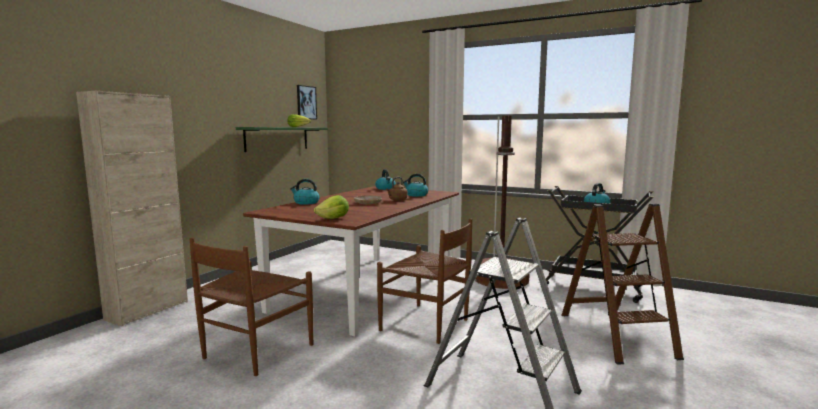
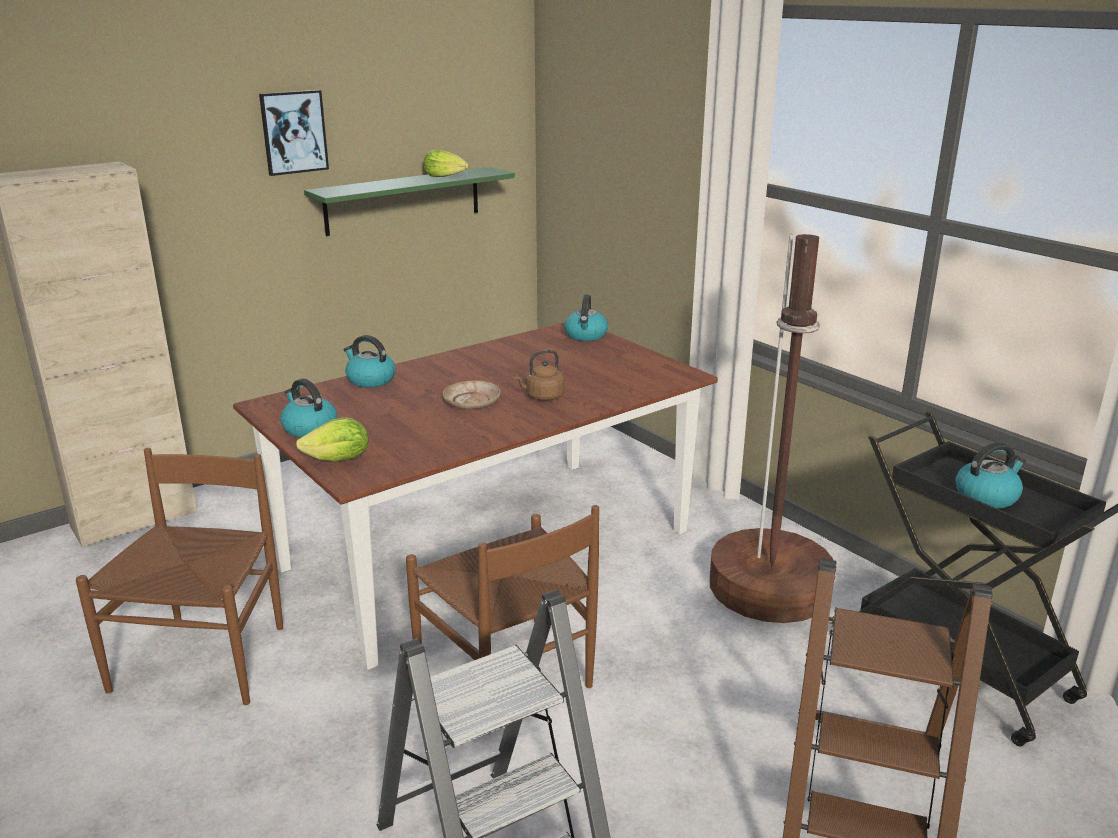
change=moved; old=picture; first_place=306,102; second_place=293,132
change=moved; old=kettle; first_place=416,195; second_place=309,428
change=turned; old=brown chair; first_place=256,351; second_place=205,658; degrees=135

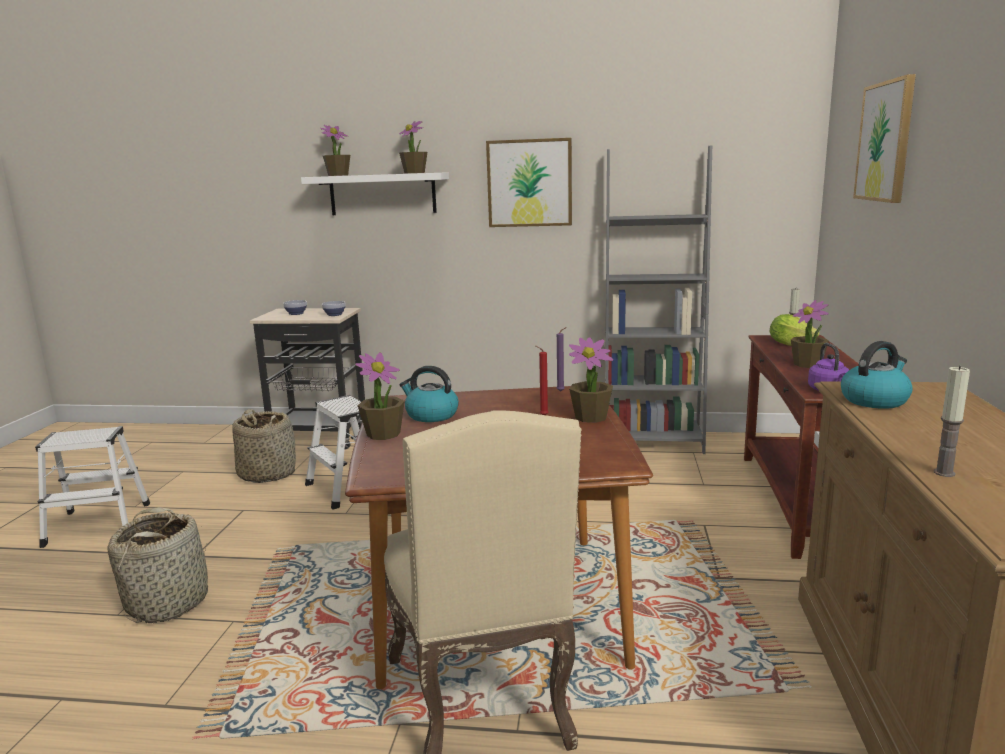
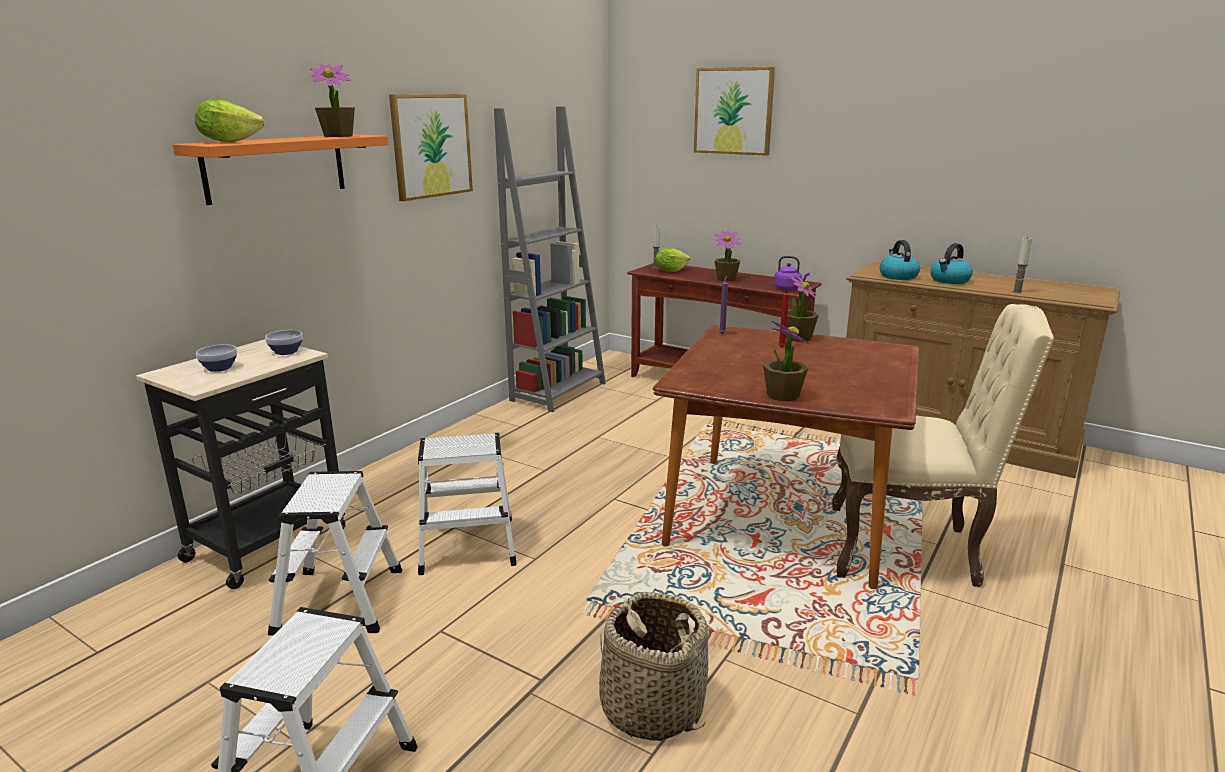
change=moved; old=kettle; first_place=431,415; second_place=949,280
change=replaced; old=basket; new=white step ladder; first_place=267,474; second_place=339,600
change=replaced; old=potted plant; new=lettuce; first_place=338,175; second_place=229,141
change=recoloured; old=white shelf; new=orange shelf; first_place=382,194; second_place=276,167

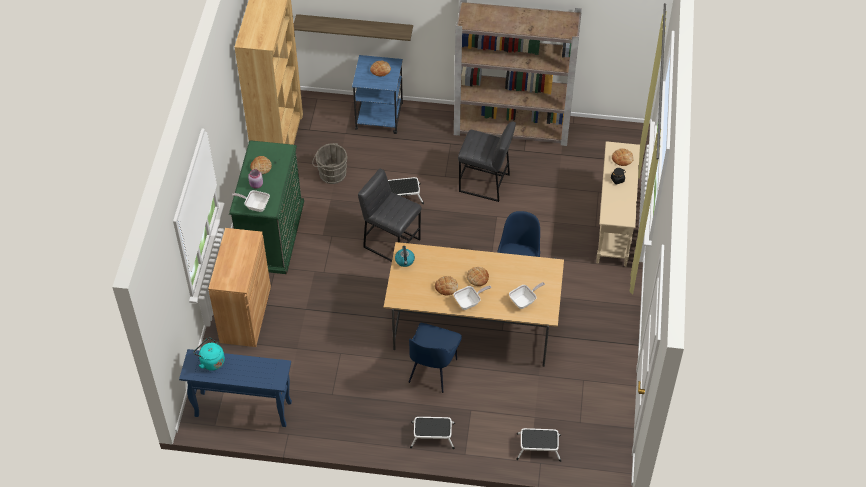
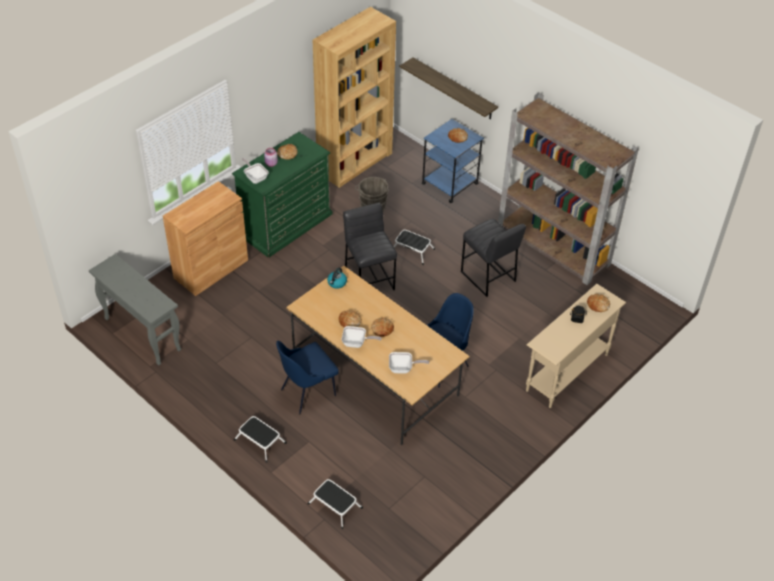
change=removed; old=turquoise kettle; first_place=211,361
change=recoloured; old=blue console table; new=grey console table; first_place=242,409; second_place=142,334

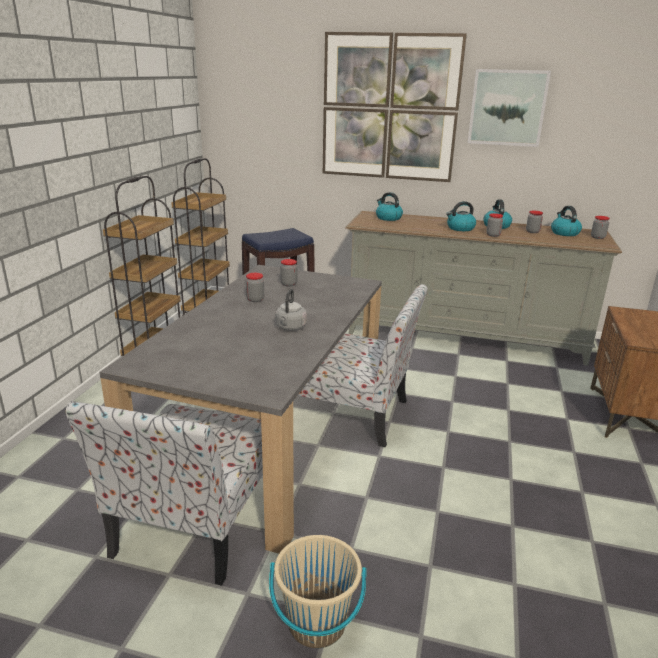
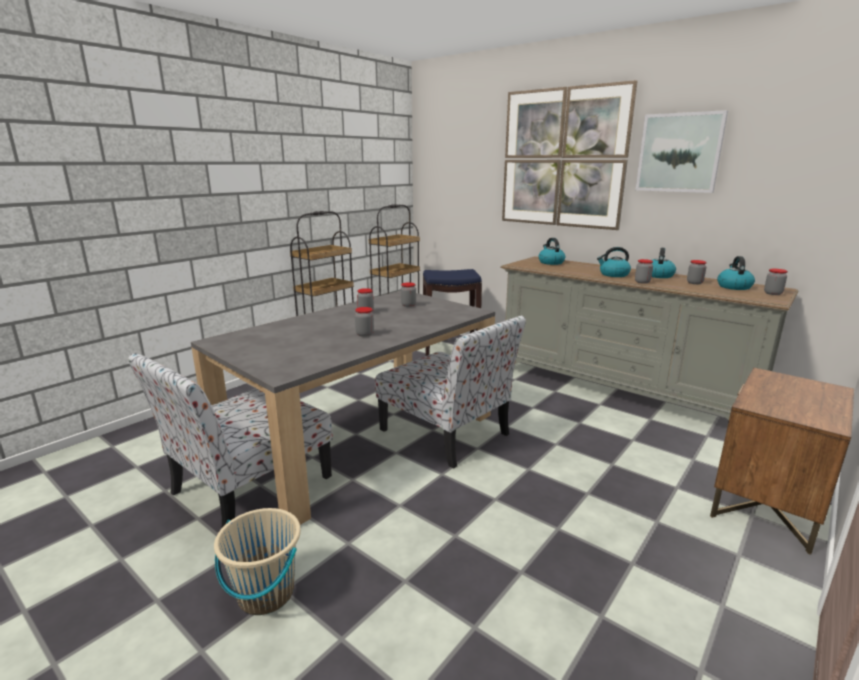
change=replaced; old=grey kettle; new=jar; first_place=290,328; second_place=365,334

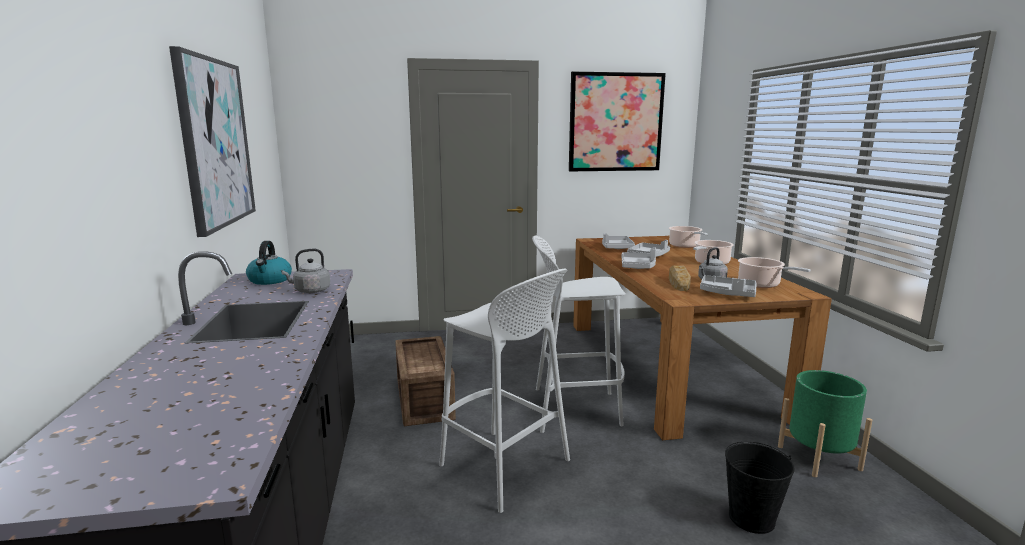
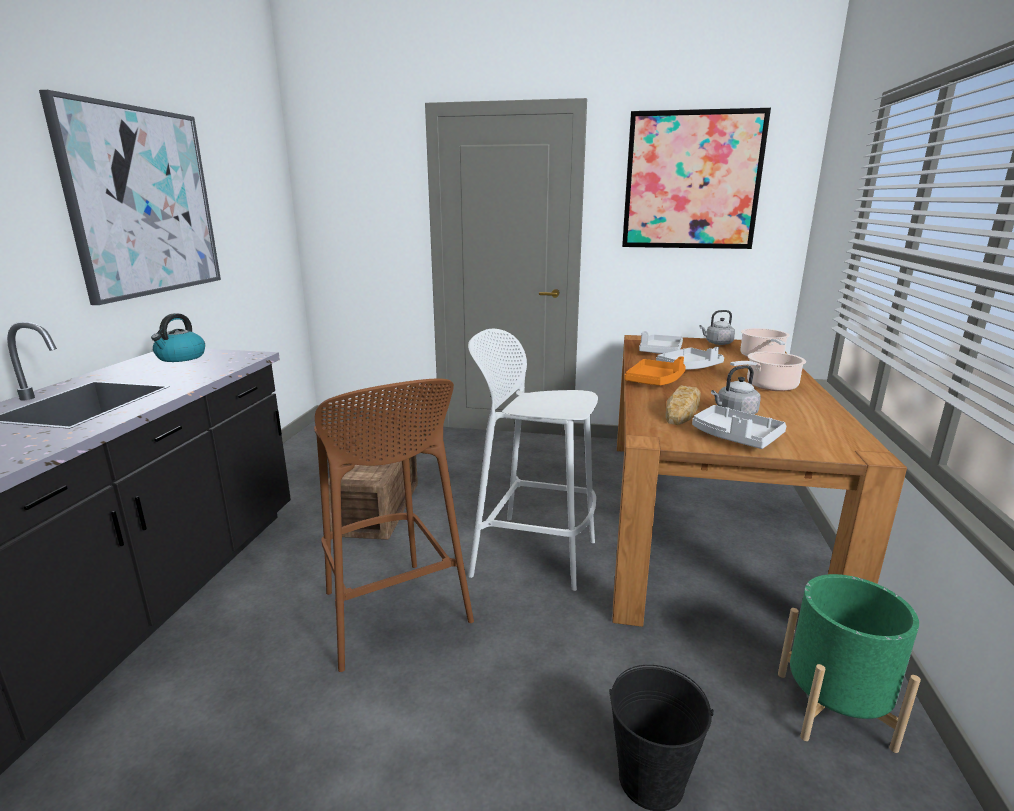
change=removed; old=cooking pot; first_place=761,285
change=moved; old=grey kettle; first_place=310,291; second_place=717,343
change=recoloured; old=white stool; new=brown stool; first_place=503,467; second_place=391,612
change=recoloured; old=grey tray; new=orange tray; first_place=638,267; second_place=655,381

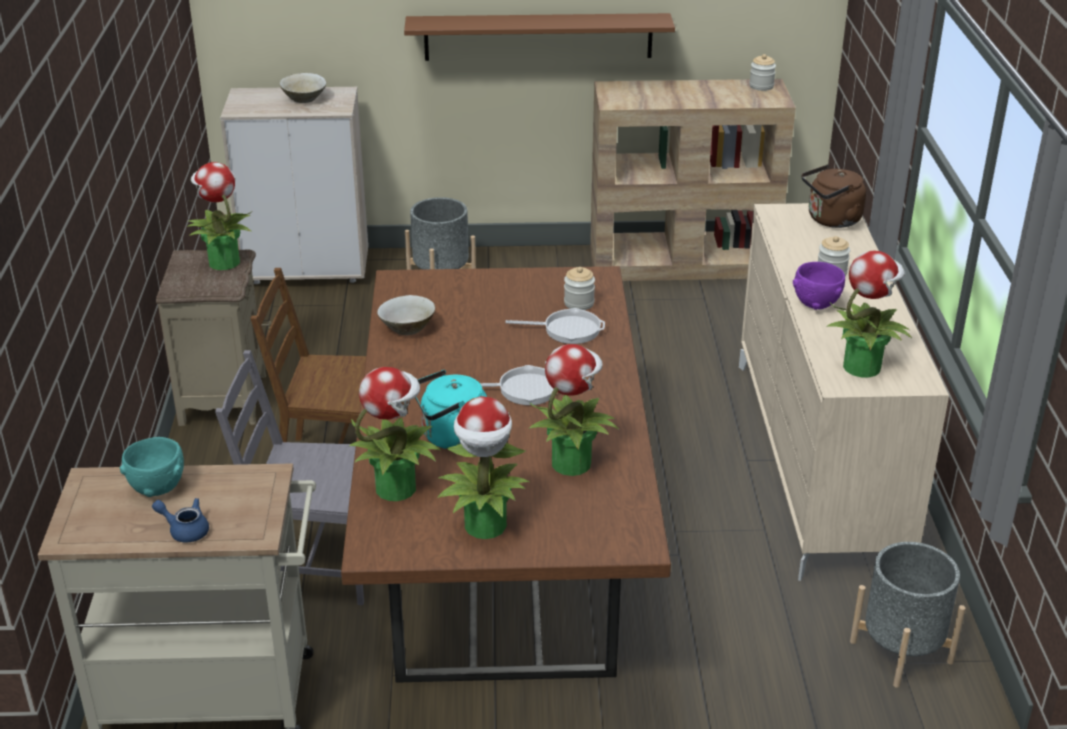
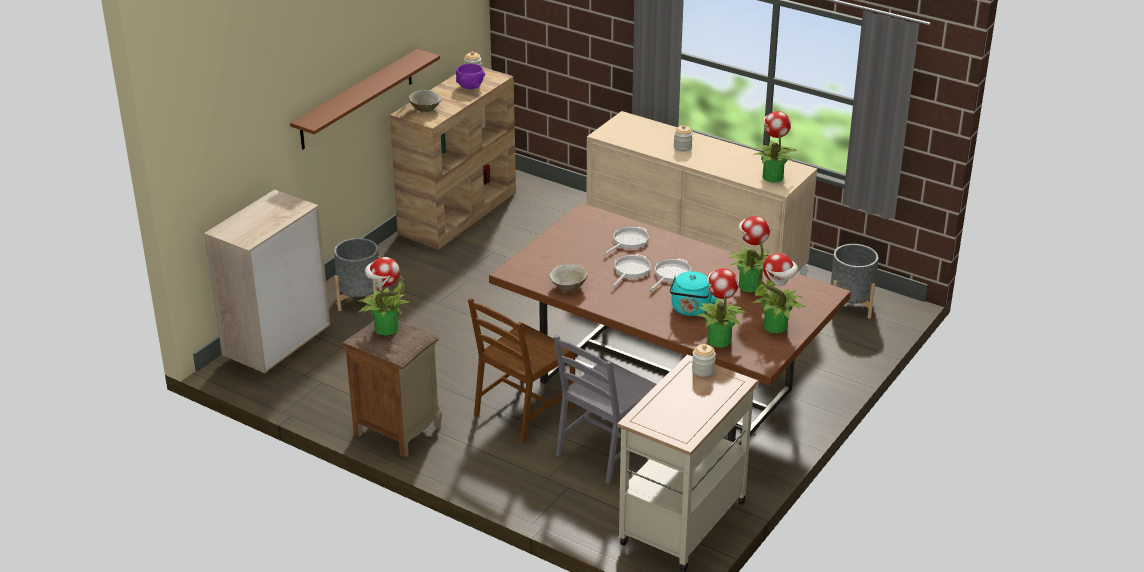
change=removed; old=turquoise bowl; first_place=158,487
change=removed; old=blue teapot; first_place=185,530
change=removed; old=brown kettle; first_place=831,220
change=added; new=frying pan; second_place=630,270
change=moved; old=beige bowl; first_place=304,99; second_place=425,109
change=moved; old=jar; first_place=579,303; second_place=703,370
change=moved; old=purple bowl; first_place=816,304; second_place=470,87

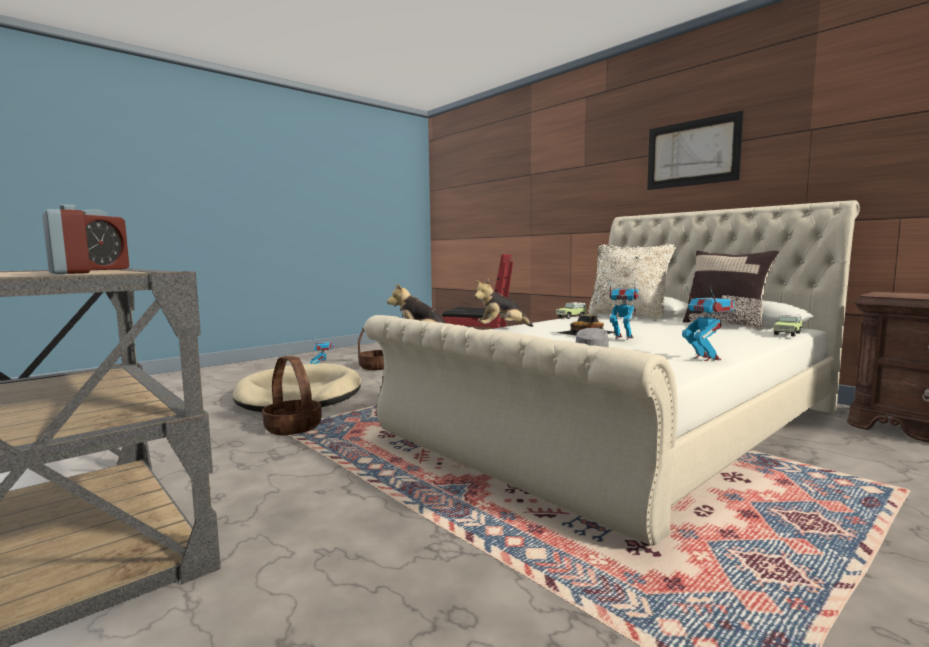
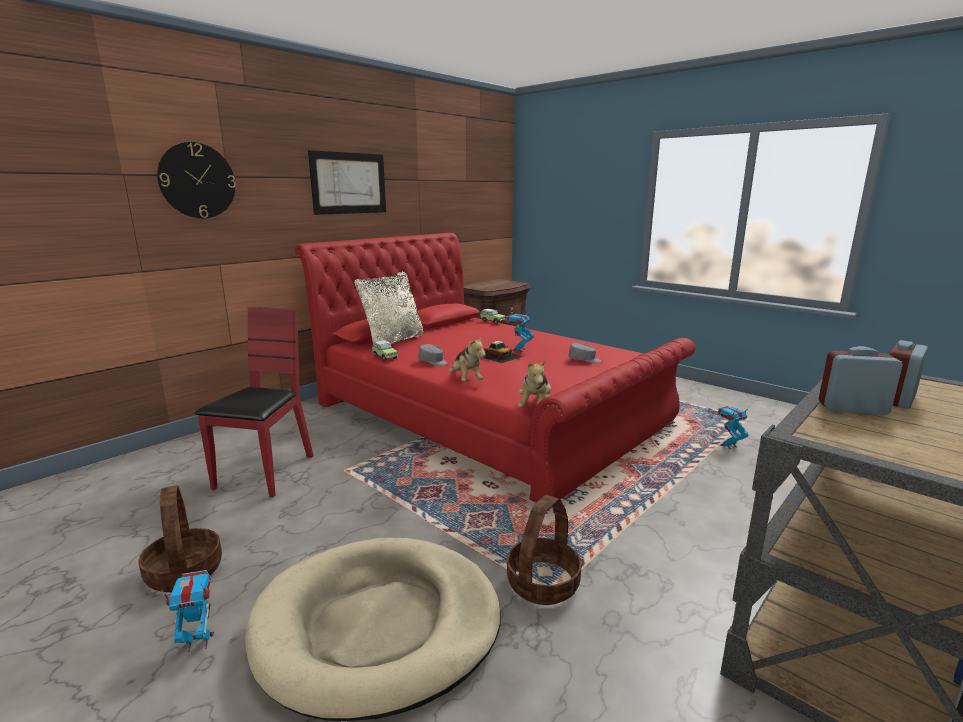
change=removed; old=pillow; first_place=725,325
change=added; new=wall clock; second_place=197,181
change=added; new=grey cap; second_place=433,362
change=moved; old=toy robot; first_place=706,358; second_place=728,445
change=recoloured; old=beige bed; new=red bed; first_place=622,420; second_place=486,412

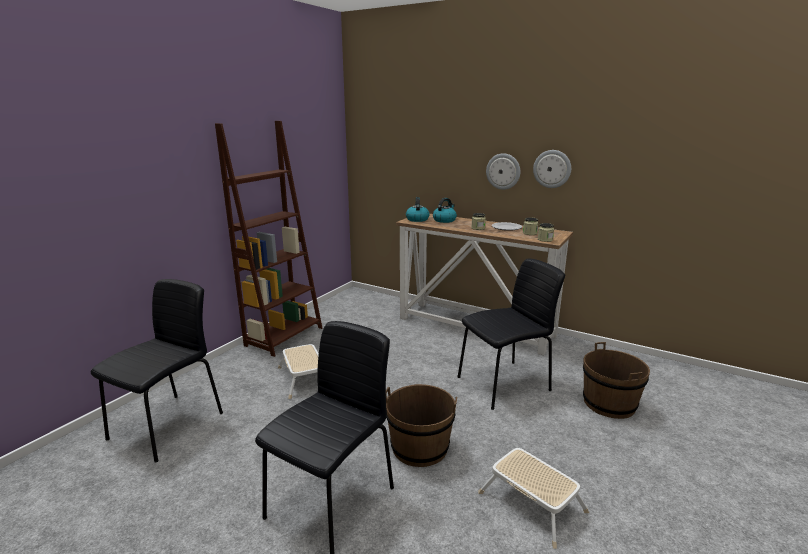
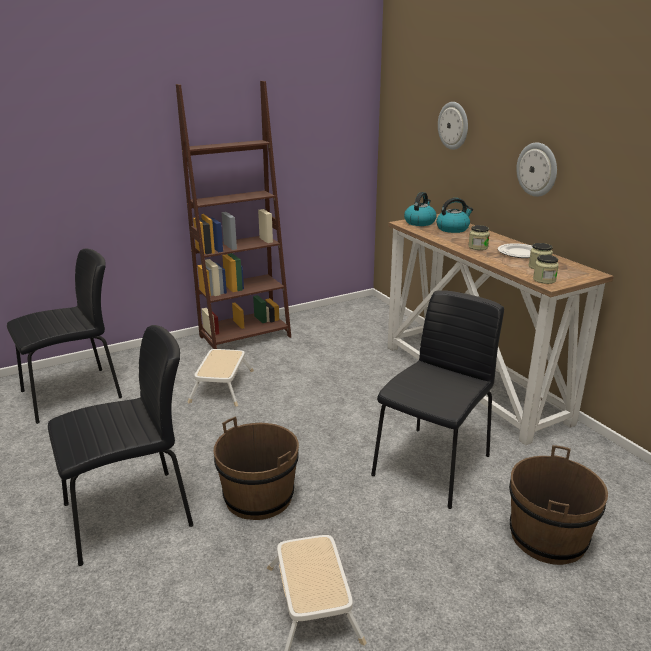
change=moved; old=wall clock; first_place=552,169; second_place=453,125
change=turned; old=black chair; first_place=506,383; second_place=434,463; degrees=-60

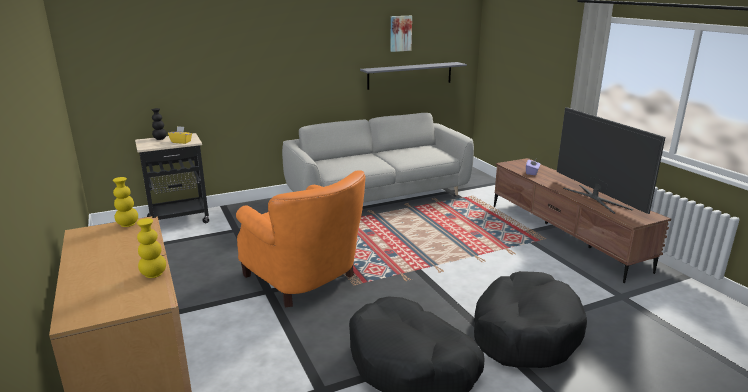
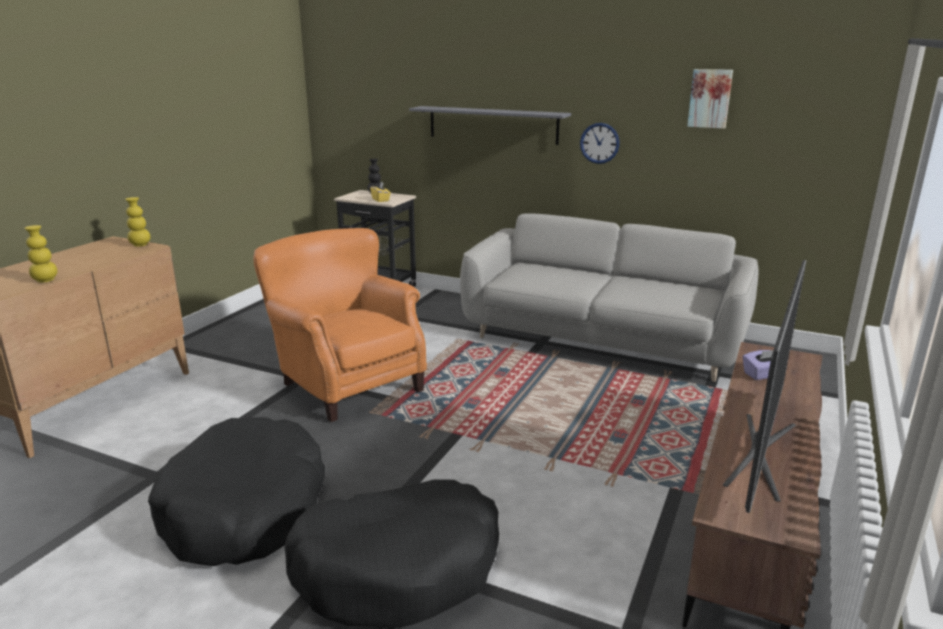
change=added; new=wall clock; second_place=599,143
change=moved; old=grey shelf; first_place=410,75; second_place=492,125
change=turned; old=orange armchair; first_place=303,279; second_place=348,383; degrees=135

